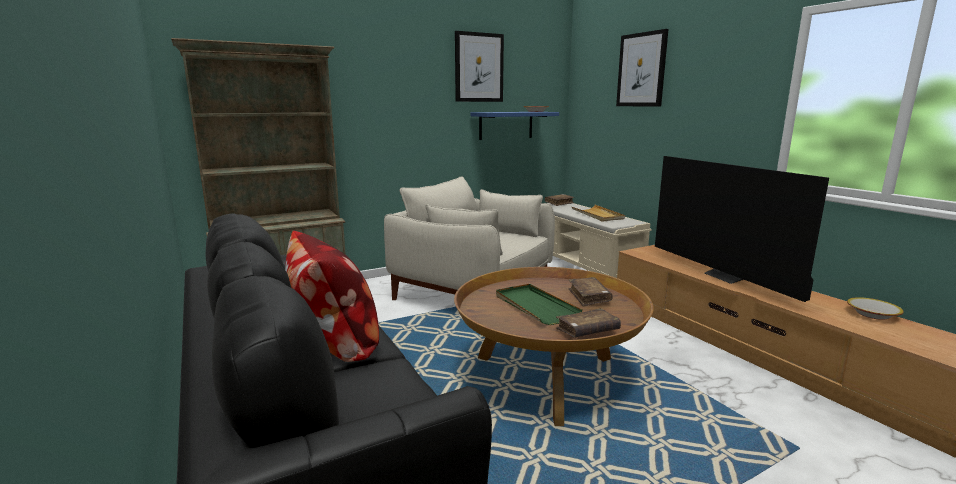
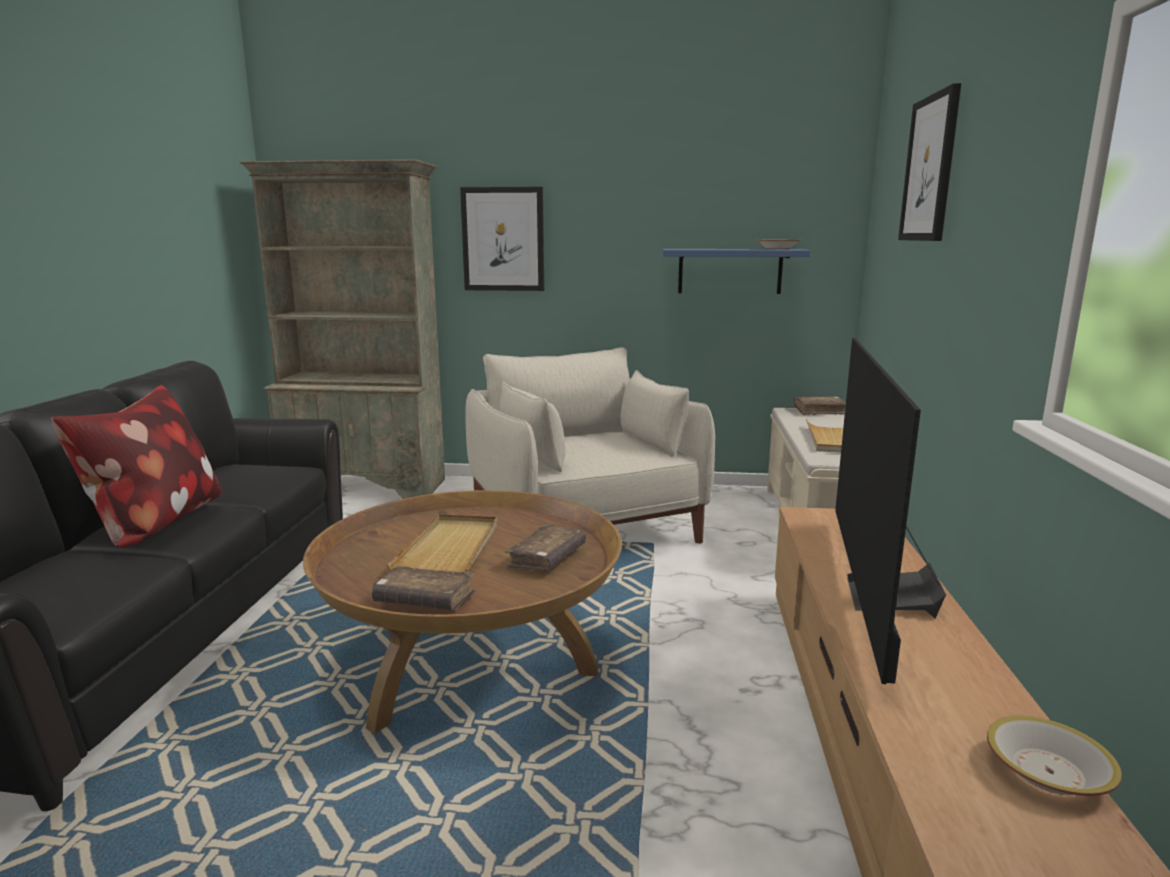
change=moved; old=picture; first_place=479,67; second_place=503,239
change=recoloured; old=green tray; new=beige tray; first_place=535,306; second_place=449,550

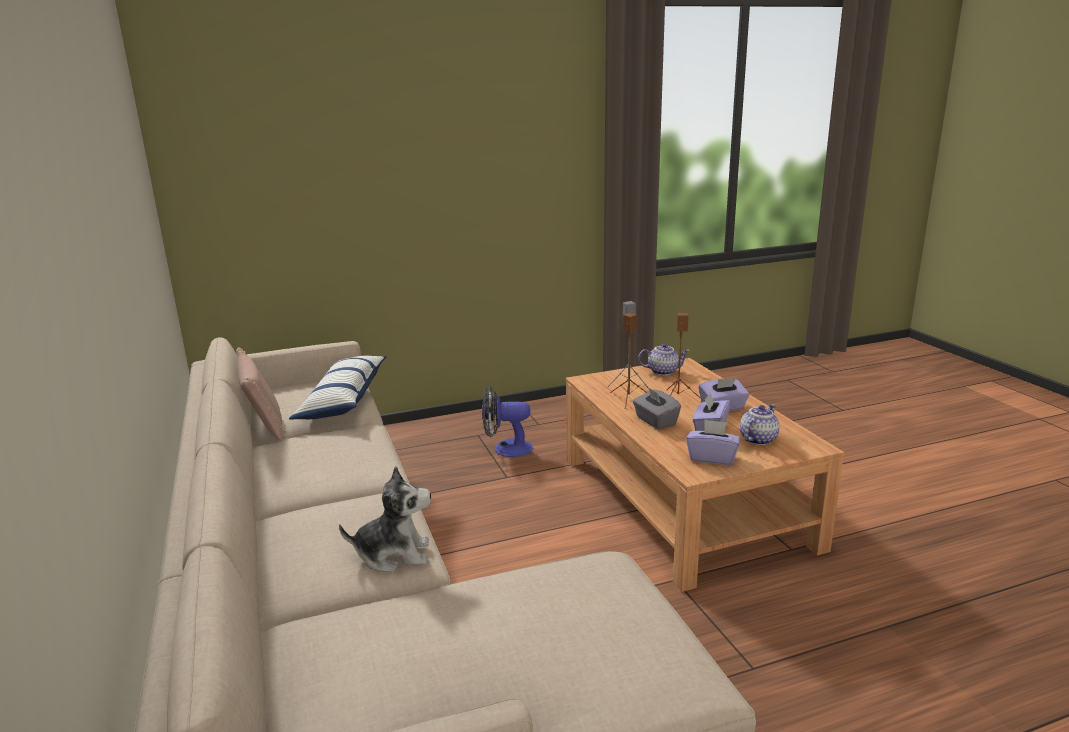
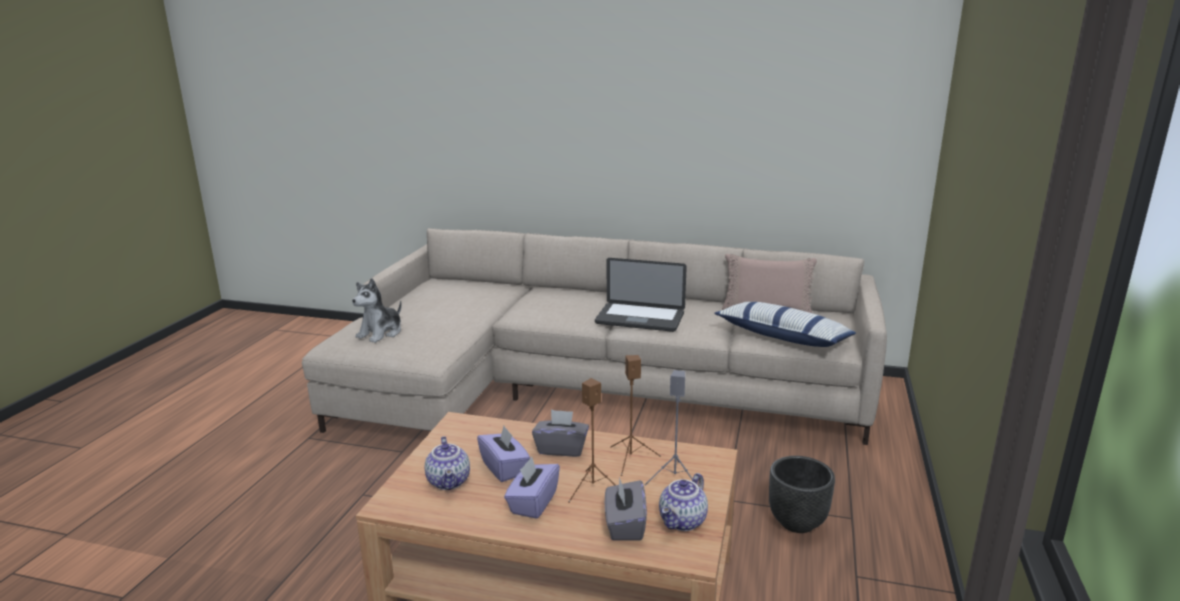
change=removed; old=purple tissue box; first_place=712,458
change=added; new=laptop; second_place=640,319
change=added; new=grey tissue box; second_place=624,525
change=moved; old=plush toy; first_place=393,554; second_place=381,333
change=replaced; old=fan; new=black planter; first_place=506,449; second_place=796,523

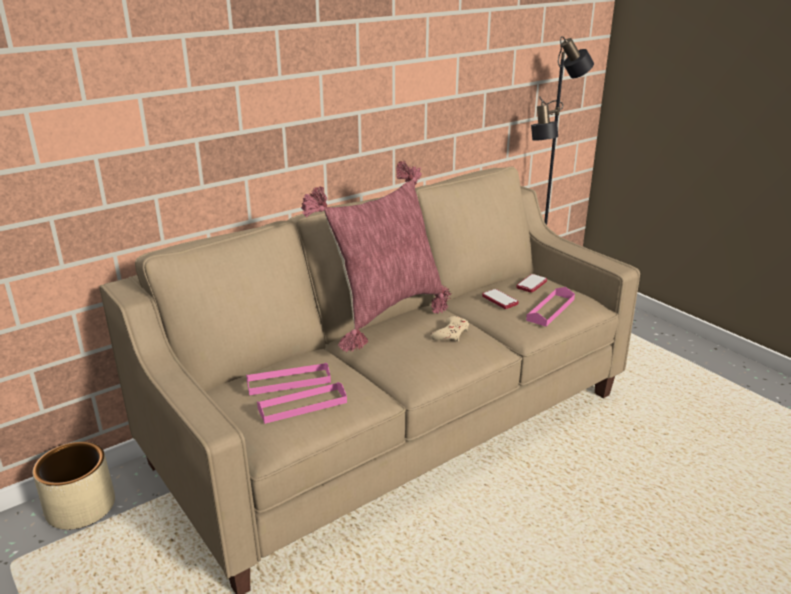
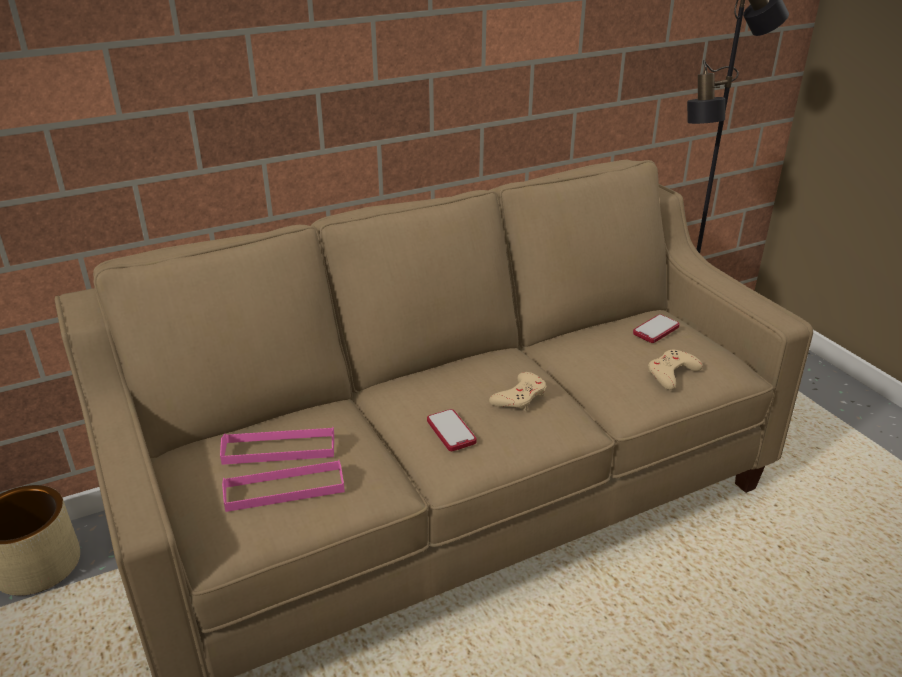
change=removed; old=red pillow; first_place=382,323
change=moved; old=phone; first_place=500,300; second_place=451,431
change=replaced; old=pink tray; new=beige game controller; first_place=550,310; second_place=671,373

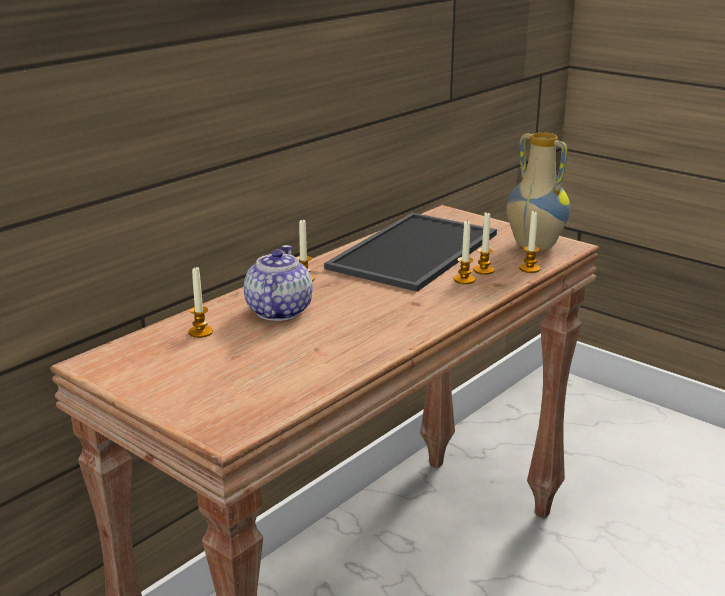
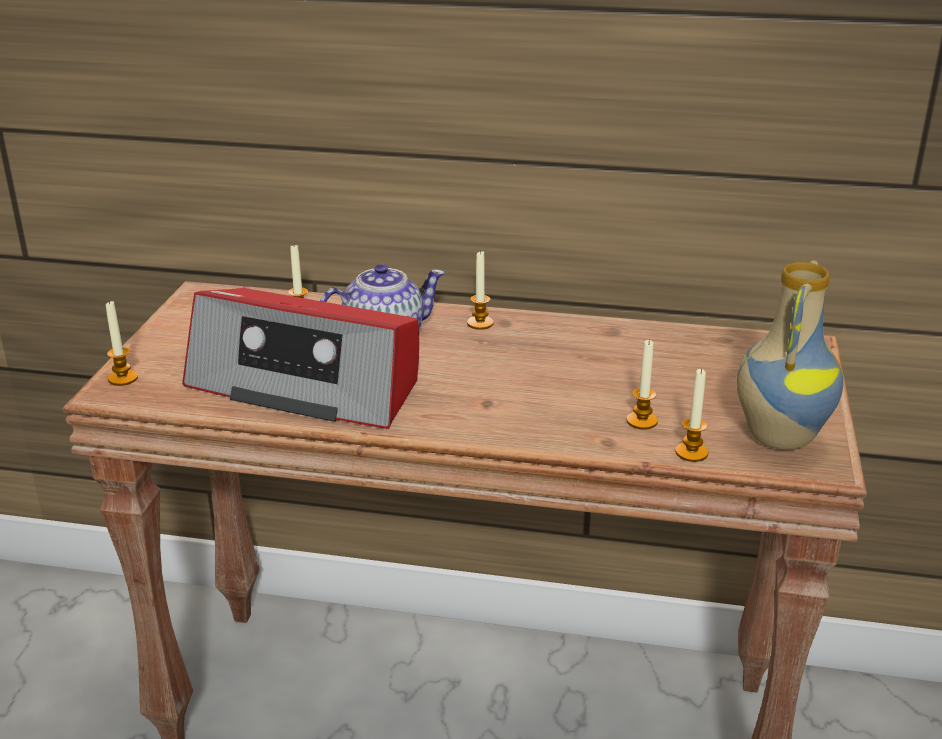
change=removed; old=tray; first_place=415,252
change=added; new=radio; second_place=307,384
change=moved; old=candle; first_place=464,280; second_place=123,378

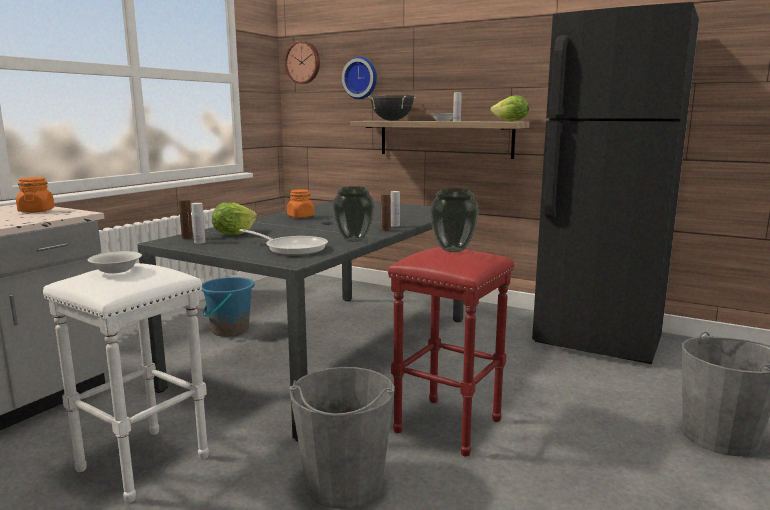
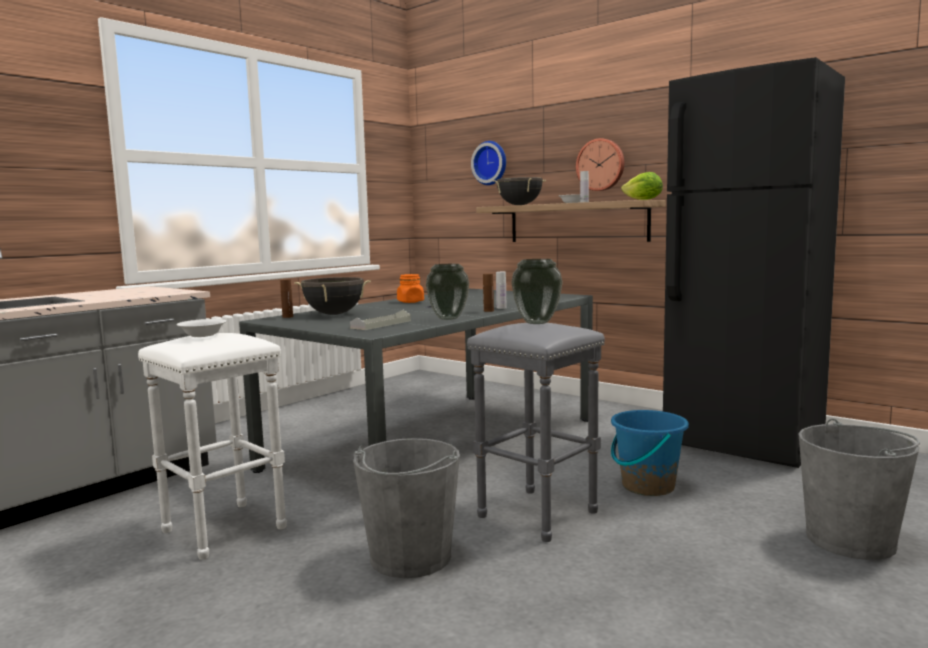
change=removed; old=orange jar; first_place=36,211
change=removed; old=white bottle; first_place=199,242
change=moved; old=blue bucket; first_place=230,330; second_place=647,486
change=moved; old=wall clock; first_place=303,62; second_place=601,165
change=replaced; old=lettuce; new=black cooking pot; first_place=233,234; second_place=334,314
change=replaced; old=frying pan; new=grey tray; first_place=292,248; second_place=381,324
change=recoloured; old=red stool; new=grey stool; first_place=449,426; second_place=538,515

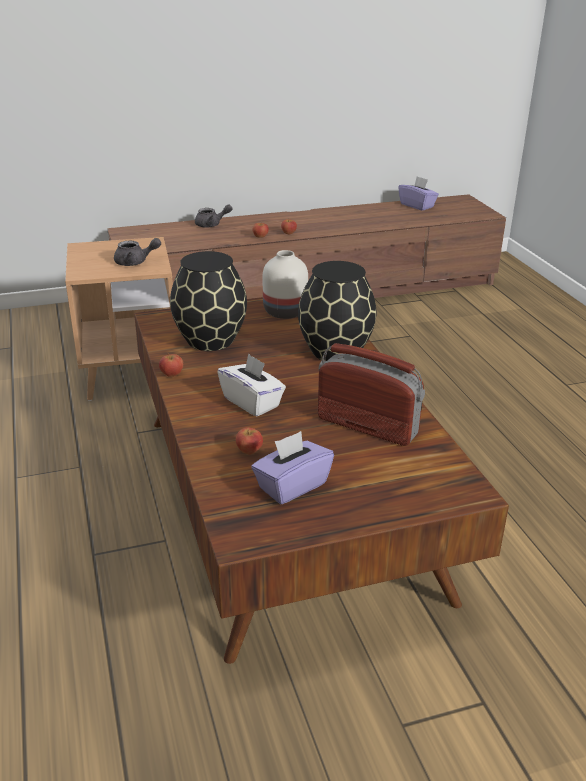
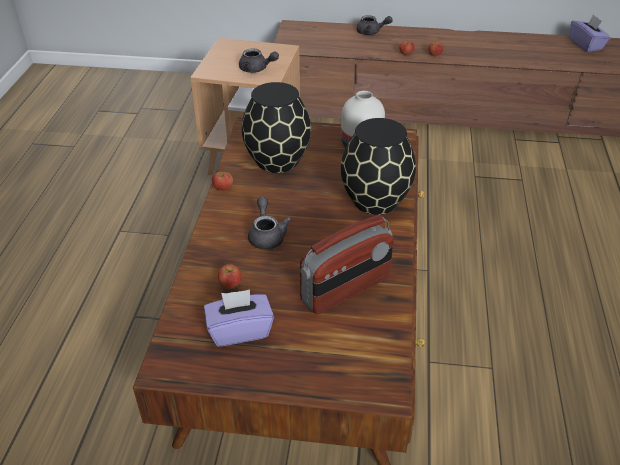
change=replaced; old=white tissue box; new=grey teapot; first_place=252,402; second_place=267,235
change=turned; old=radio; first_place=367,426; second_place=346,289; degrees=90

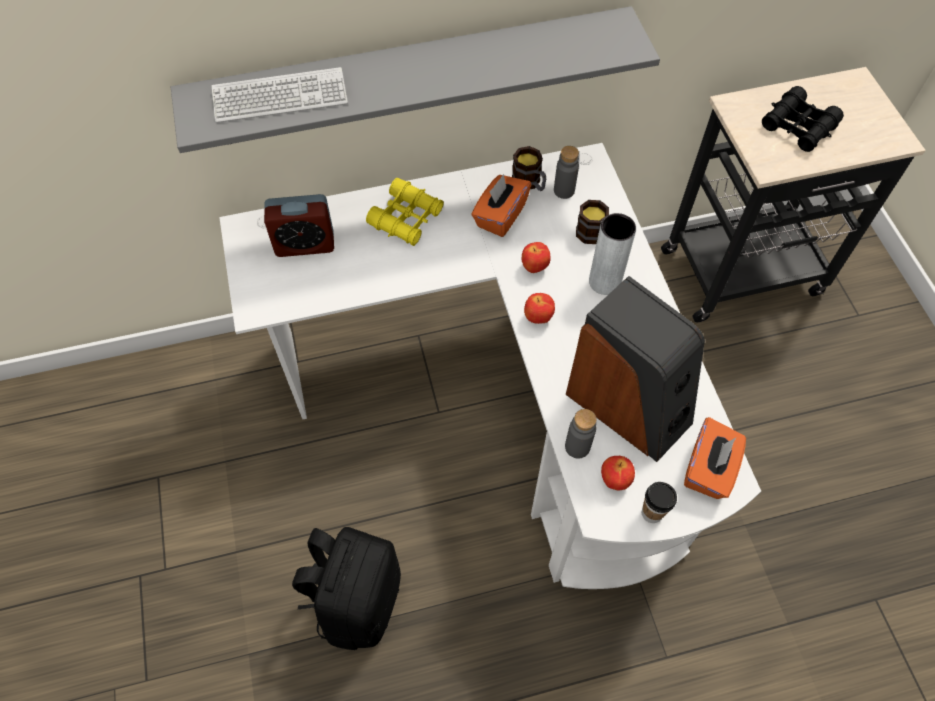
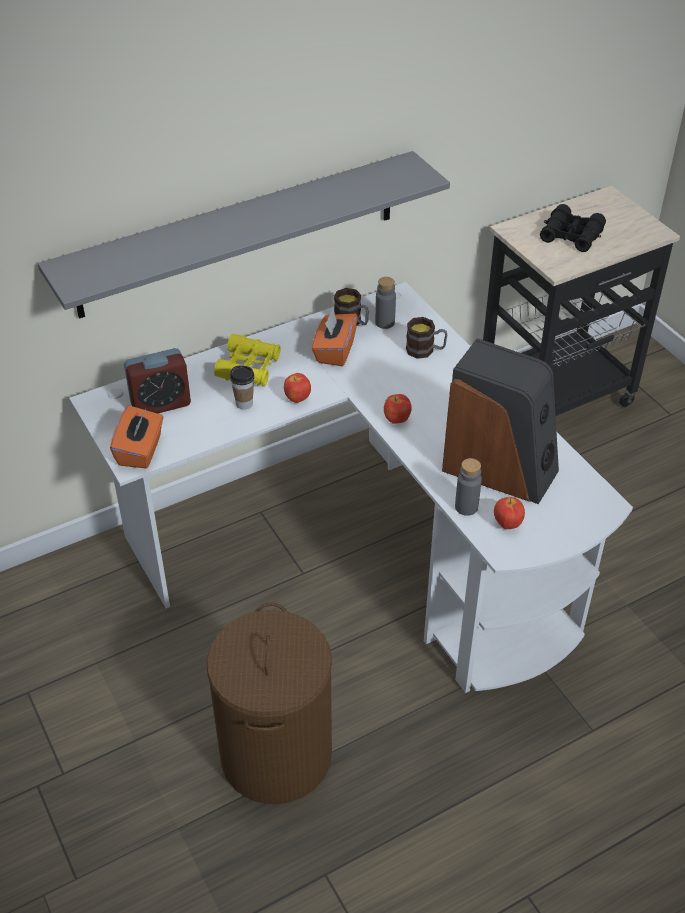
change=removed; old=keyboard; first_place=280,97
change=removed; old=grey vase; first_place=604,282
change=moved; old=apple; first_place=534,267; second_place=297,399
change=moved; old=cup; first_place=651,513; second_place=244,404
change=moved; old=orange tissue box; first_place=709,469; second_place=140,451
change=replaced; old=black backpack; new=brown laundry basket; first_place=357,600; second_place=276,754

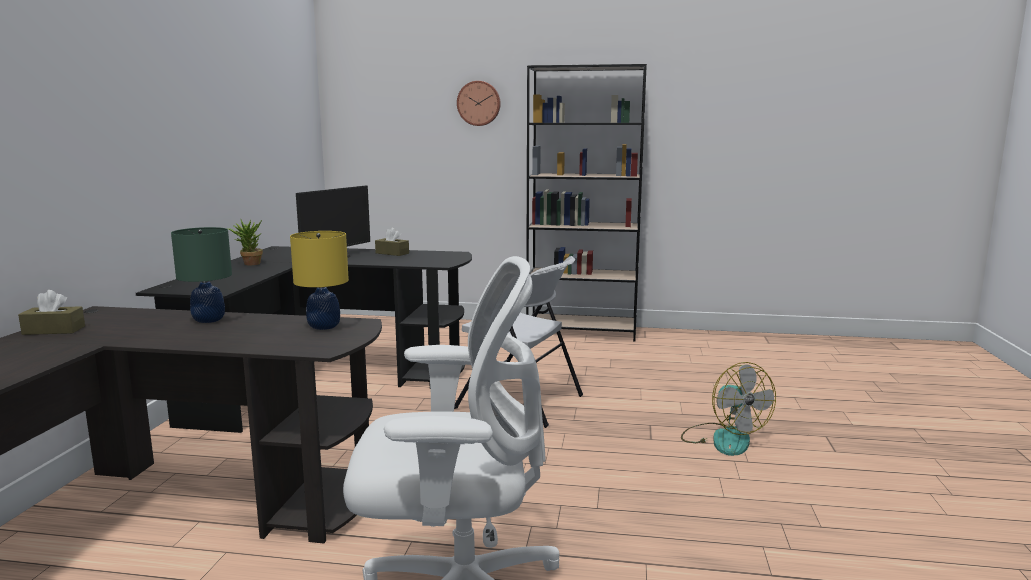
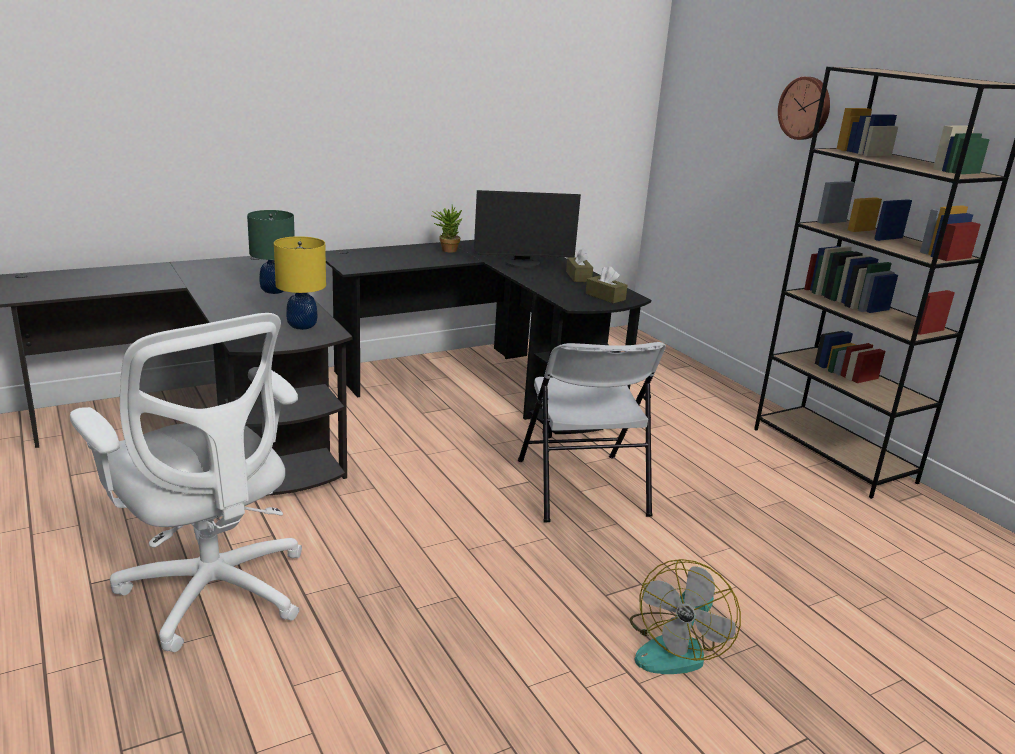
change=moved; old=brown tissue box; first_place=54,330; second_place=605,297

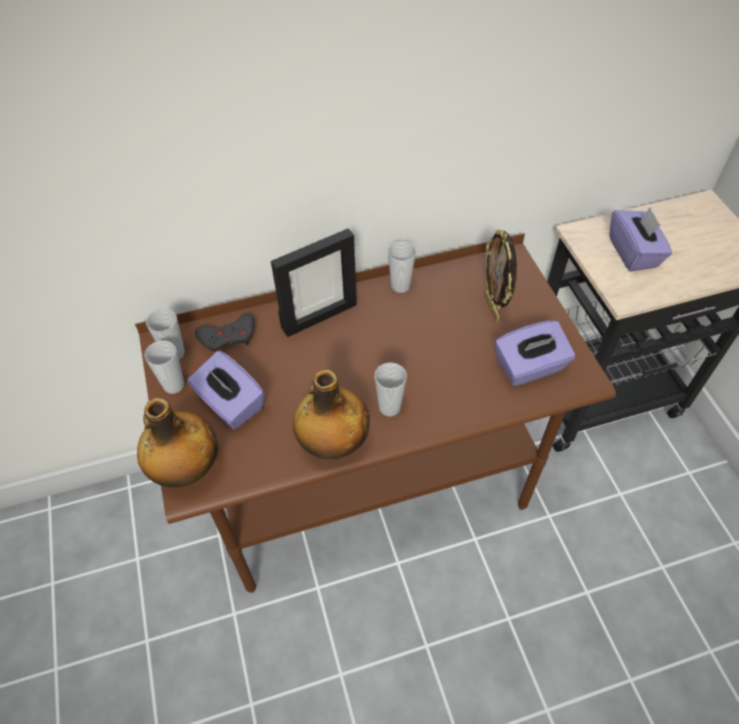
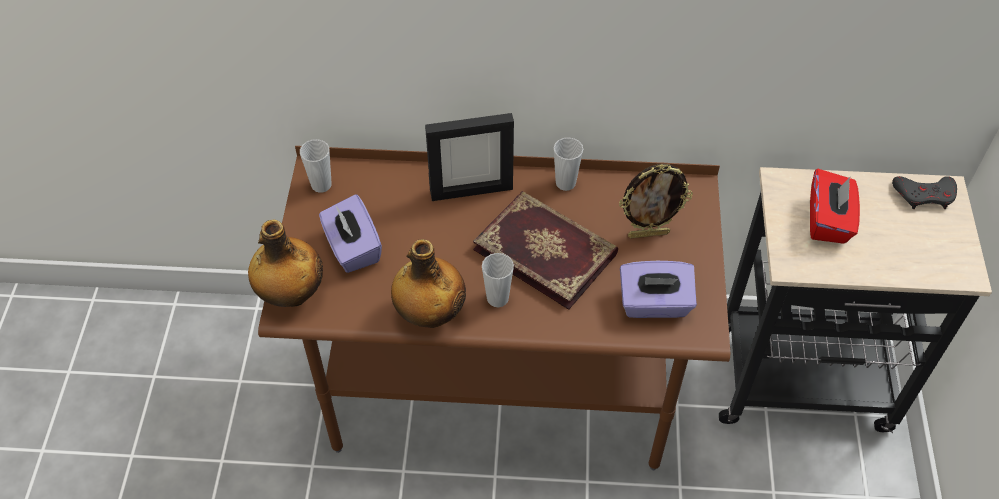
change=removed; old=cup; first_place=174,385
change=added; new=book; second_place=546,250
change=moved; old=grey game controller; first_place=228,337; second_place=924,195
change=recoloured; old=purple tissue box; new=red tissue box; first_place=633,253; second_place=828,221
change=turned; old=picture frame; first_place=492,308; second_place=648,234; degrees=-105

